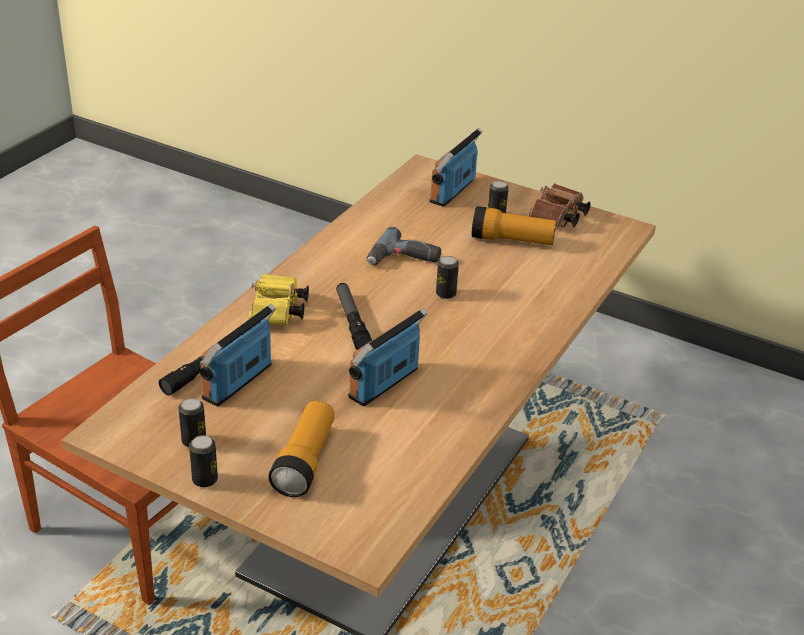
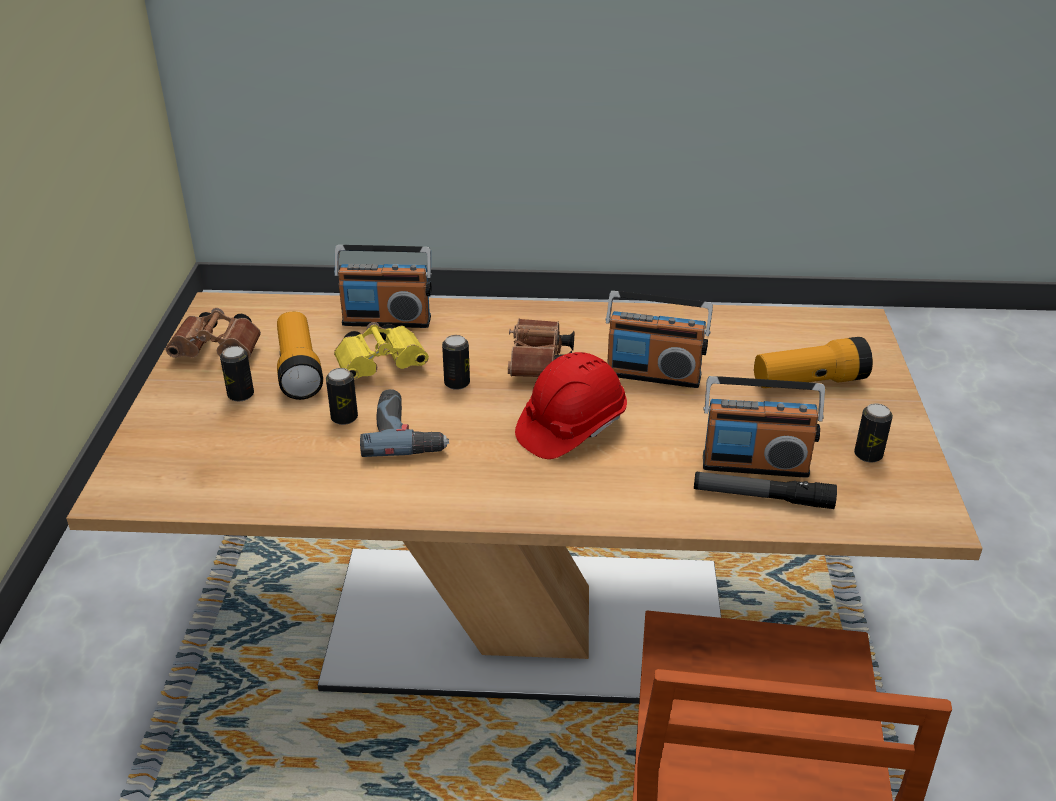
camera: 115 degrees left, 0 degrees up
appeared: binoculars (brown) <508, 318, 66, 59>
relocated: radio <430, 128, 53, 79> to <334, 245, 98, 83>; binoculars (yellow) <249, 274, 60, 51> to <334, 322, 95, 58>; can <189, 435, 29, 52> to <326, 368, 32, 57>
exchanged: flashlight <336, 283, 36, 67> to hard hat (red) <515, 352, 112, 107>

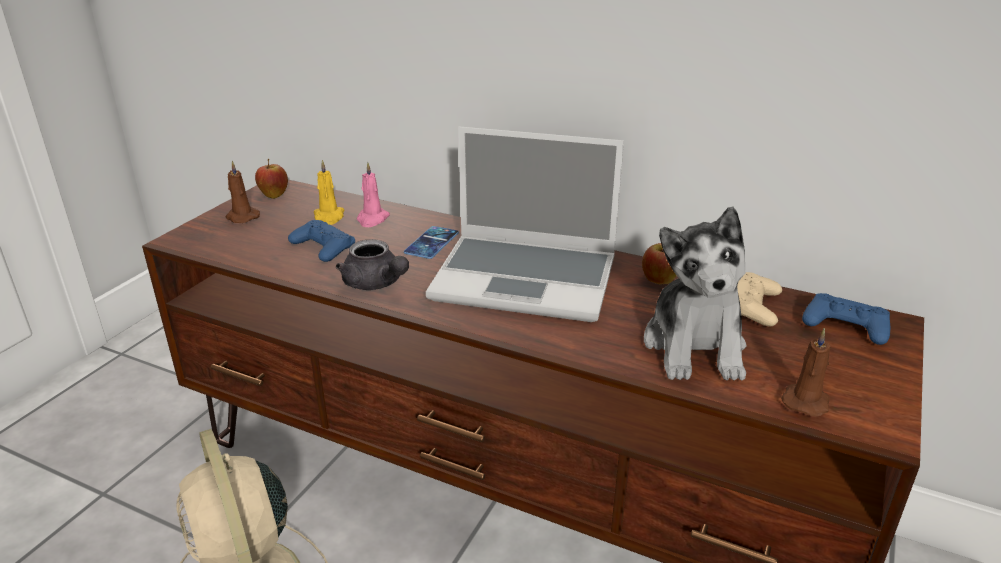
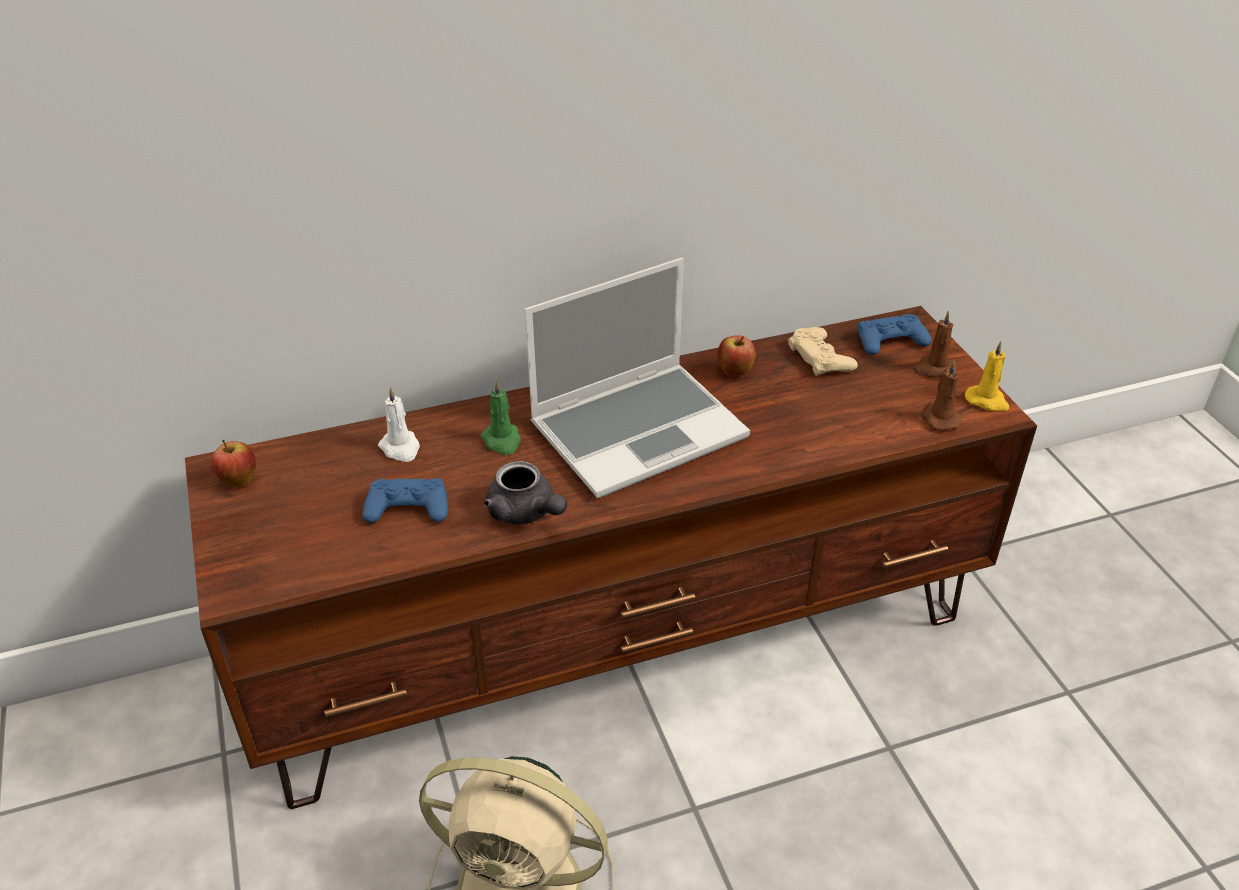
camera: 45 degrees left, 10 degrees up
missing: plush toy <644, 206, 103, 175>
relocated: candle (yellow) <314, 160, 31, 65> to <965, 341, 44, 70>; candle (brown) <226, 161, 34, 62> to <913, 311, 44, 67>
exchanged: phone <404, 226, 55, 33> to candle (green) <481, 380, 40, 75>
colour: candle (pink) <357, 162, 33, 65> to candle (white) <378, 387, 42, 75>
spun: teapot (grey) <336, 239, 73, 51> = <483, 461, 84, 64> 45 degrees clockwise

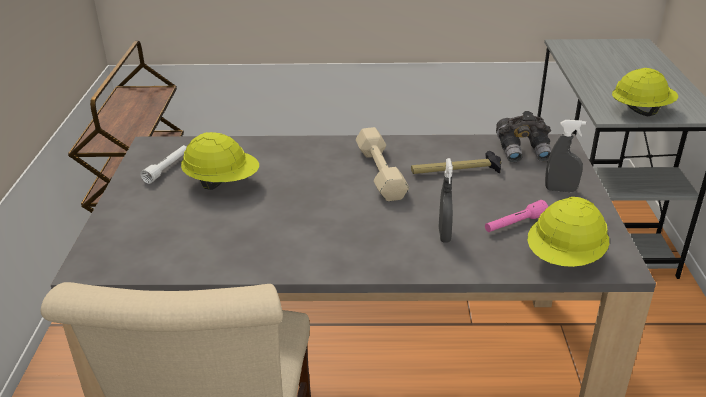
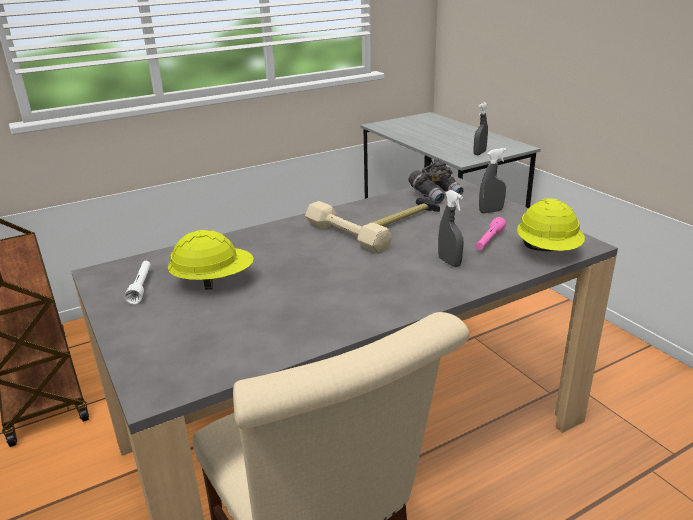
camera: 30 degrees left, 5 degrees down
exchanged: hard hat (yellow) <612, 68, 66, 48> to spray bottle (grey) <473, 102, 15, 53>

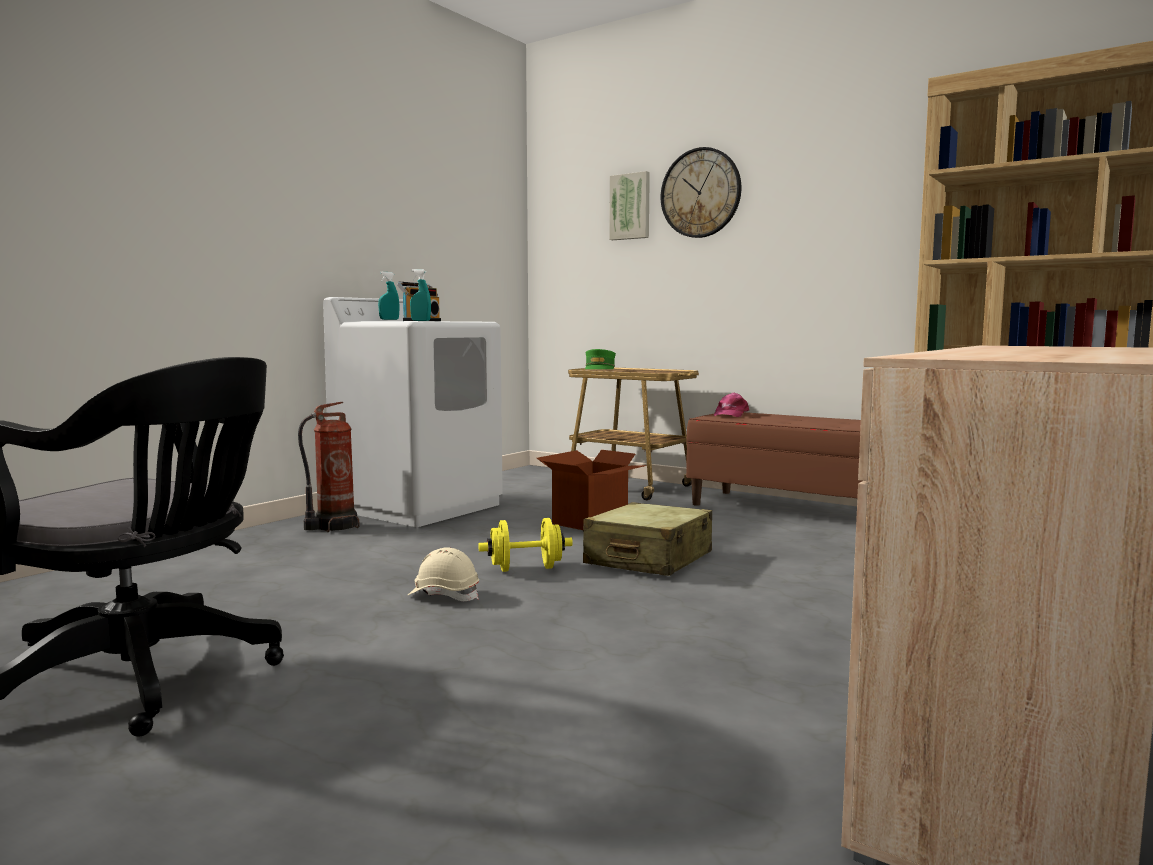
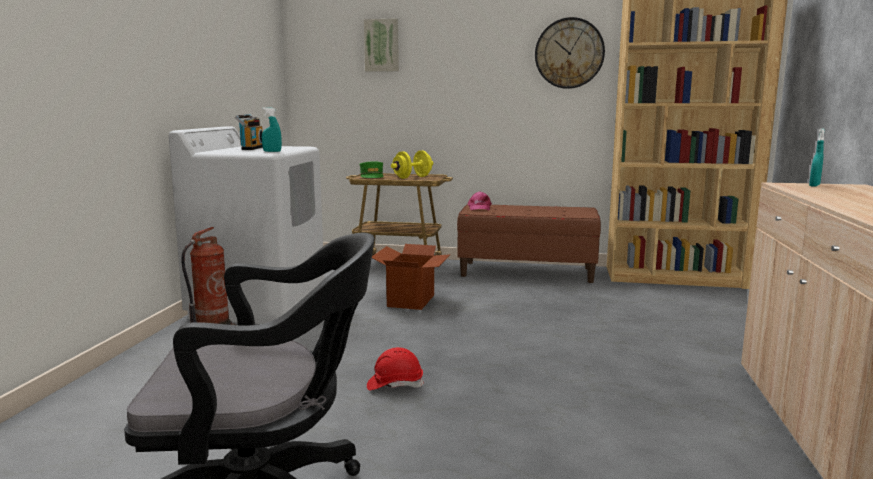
camera: 25 degrees left, 5 degrees up
missing: suitcase (beige) <583, 502, 129, 74>
relocated: wall clock <661, 147, 80, 91> to <535, 17, 70, 72>; spray bottle (turquoise) <378, 272, 22, 48> to <809, 128, 16, 59>; dumbbell (yellow) <478, 518, 95, 54> to <391, 150, 42, 29>
colour: hard hat (beige) <408, 547, 71, 54> to hard hat (red) <367, 347, 56, 43>

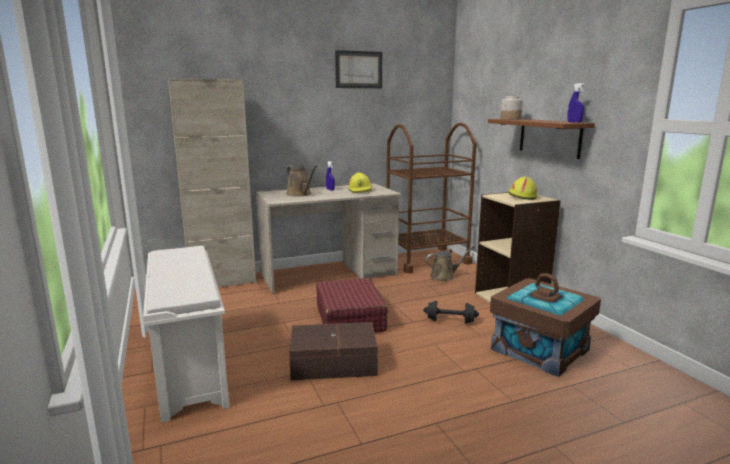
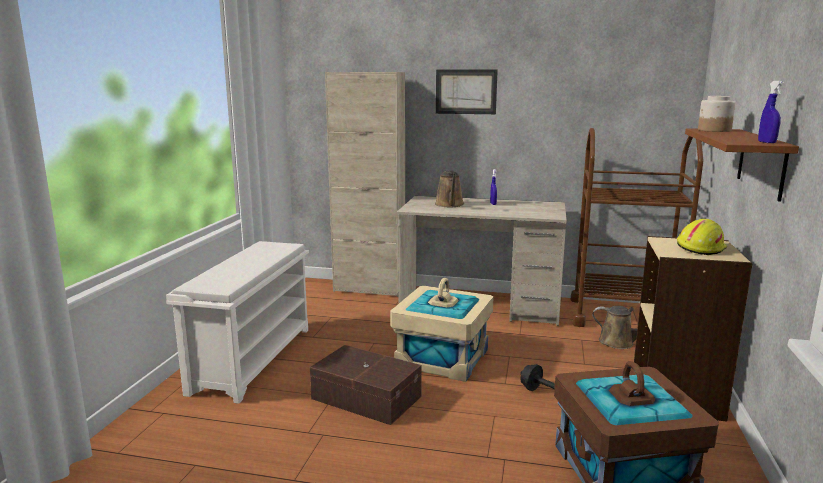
camera: 35 degrees right, 0 degrees up
missing: hard hat (yellow) <348, 173, 24, 20>
relocated: picture <335, 50, 47, 38> to <436, 69, 62, 45>
exchanged: suitcase (red) <316, 278, 72, 54> to storage box (beige) <390, 278, 103, 104>

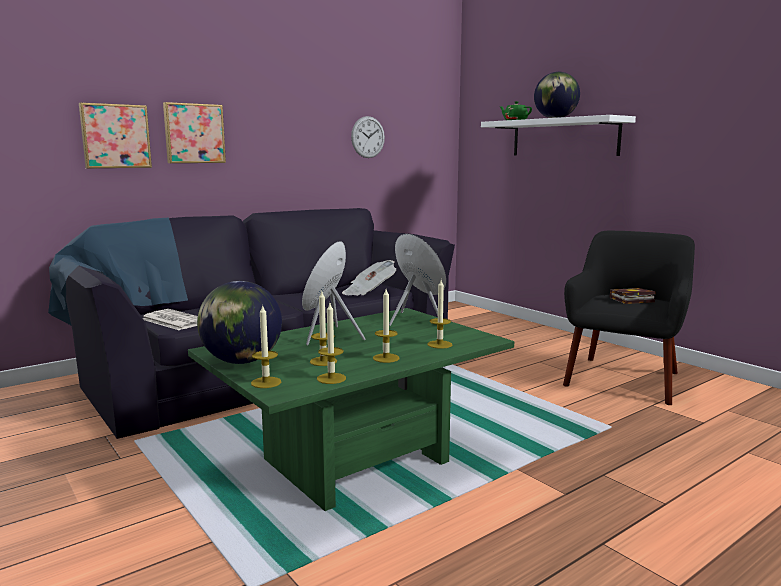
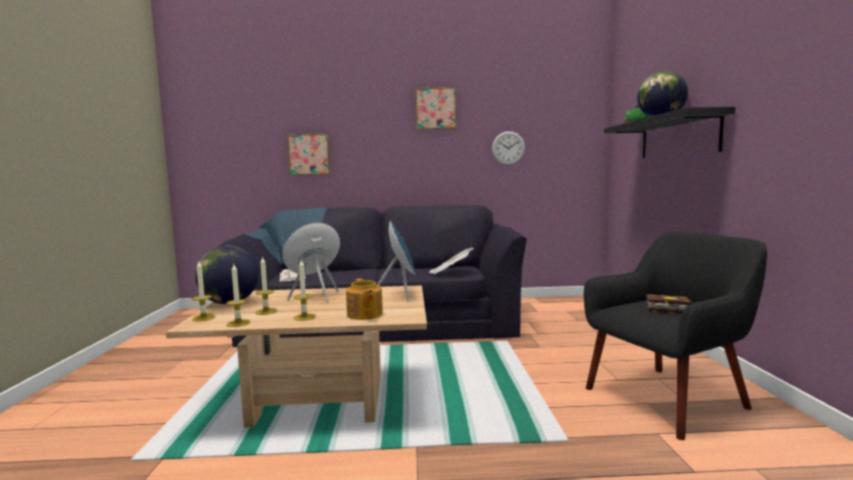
camera: 35 degrees right, 5 degrees down
relocated: picture <163, 102, 63, 61> to <415, 87, 41, 43>
exchanged: candle <427, 280, 25, 69> to teapot <346, 278, 37, 42>
colour: shelf (white) <481, 115, 155, 41> to shelf (black) <604, 107, 132, 51>; coffee table (green) <188, 308, 326, 203> to coffee table (beige) <166, 285, 261, 143>

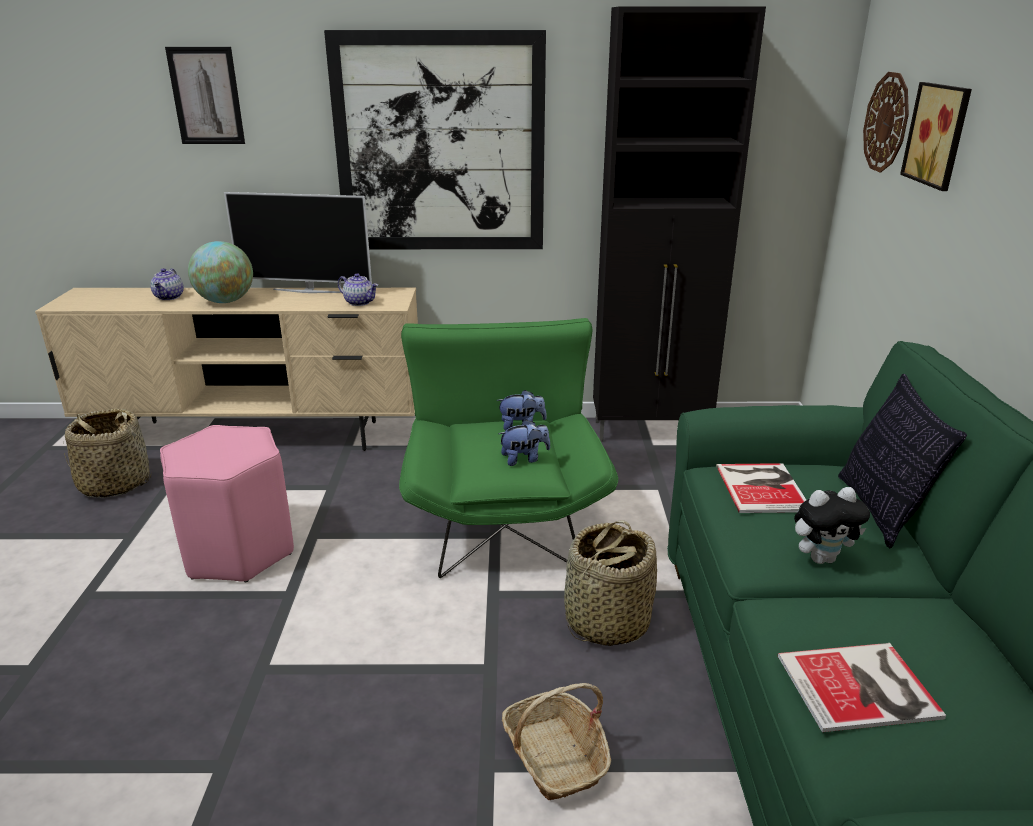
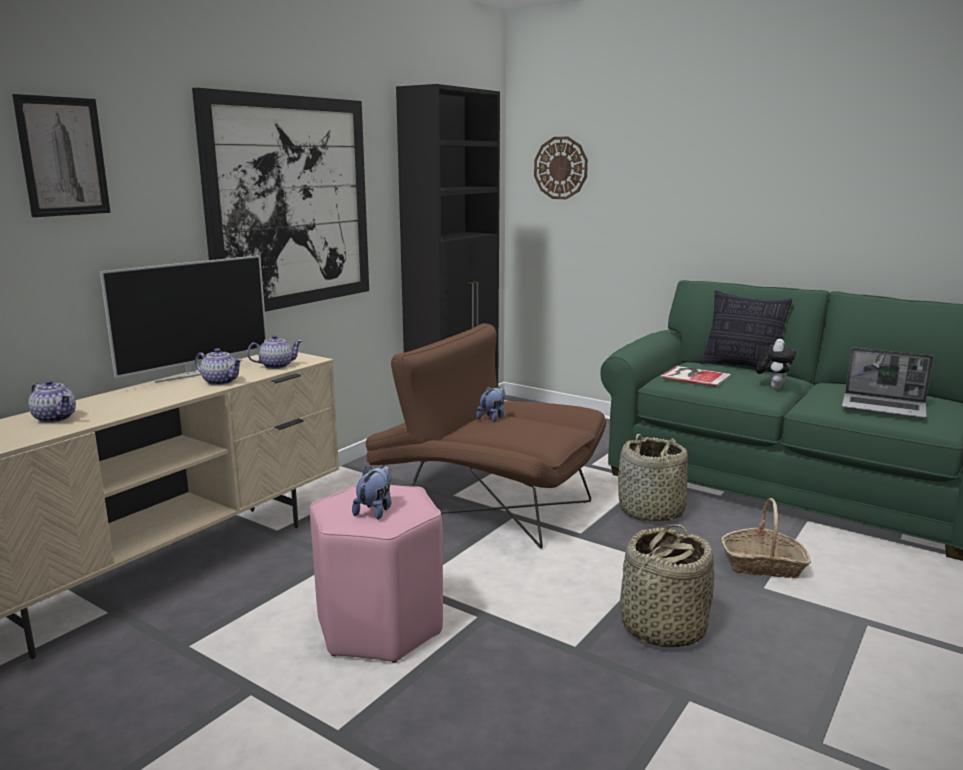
camera: 55 degrees left, 10 degrees down
missing: picture <900, 82, 72, 109>; globe <188, 241, 65, 62>
appeared: teapot <195, 348, 47, 37>
relocated: basket <63, 408, 88, 90> to <620, 524, 94, 123>; plush toy <499, 419, 51, 47> to <352, 465, 39, 55>
exchanged: book <778, 643, 168, 89> to laptop <842, 347, 91, 71>
colour: armchair (green) <399, 318, 219, 260> to armchair (brown) <366, 323, 240, 226>

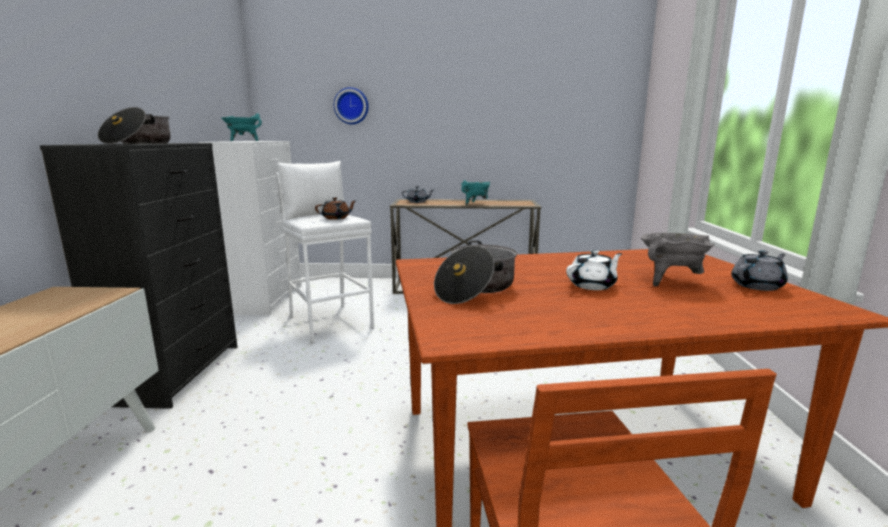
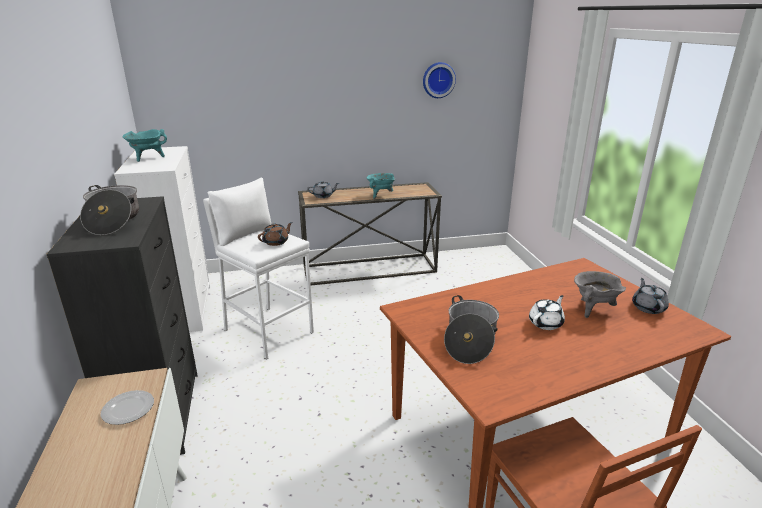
camera: 15 degrees left, 10 degrees up
appeared: plate <100, 390, 54, 35>
relocated: wall clock <334, 87, 34, 37> to <423, 62, 33, 36>
spun: teapot (grey) <731, 250, 57, 41> = <632, 278, 37, 36> 45 degrees counterclockwise

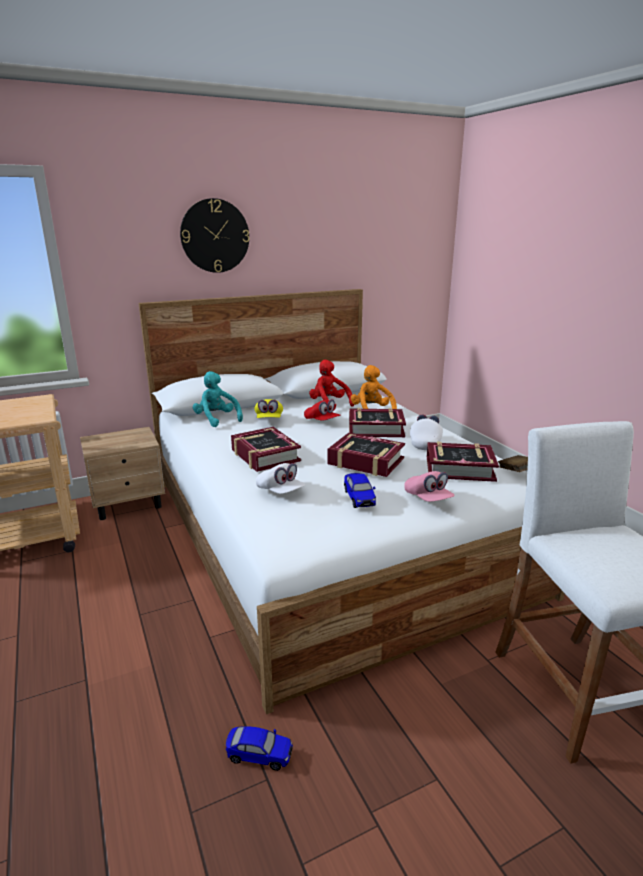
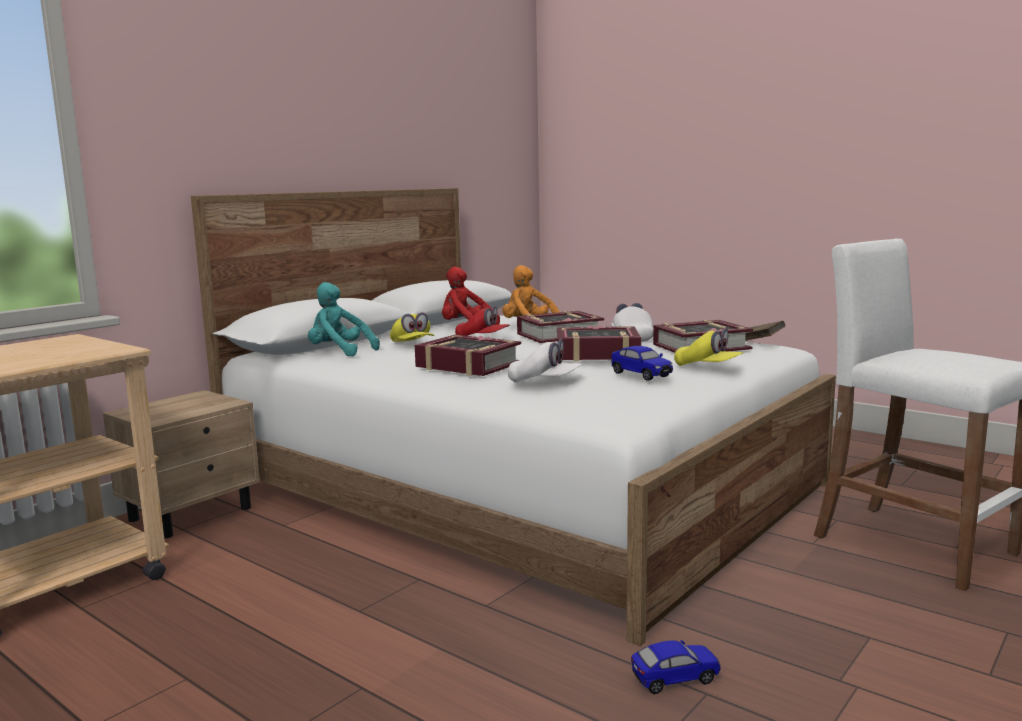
camera: 25 degrees left, 10 degrees down
missing: wall clock <180, 198, 70, 75>
colour: cap (pink) <404, 471, 51, 31> to cap (yellow) <674, 328, 69, 38>

